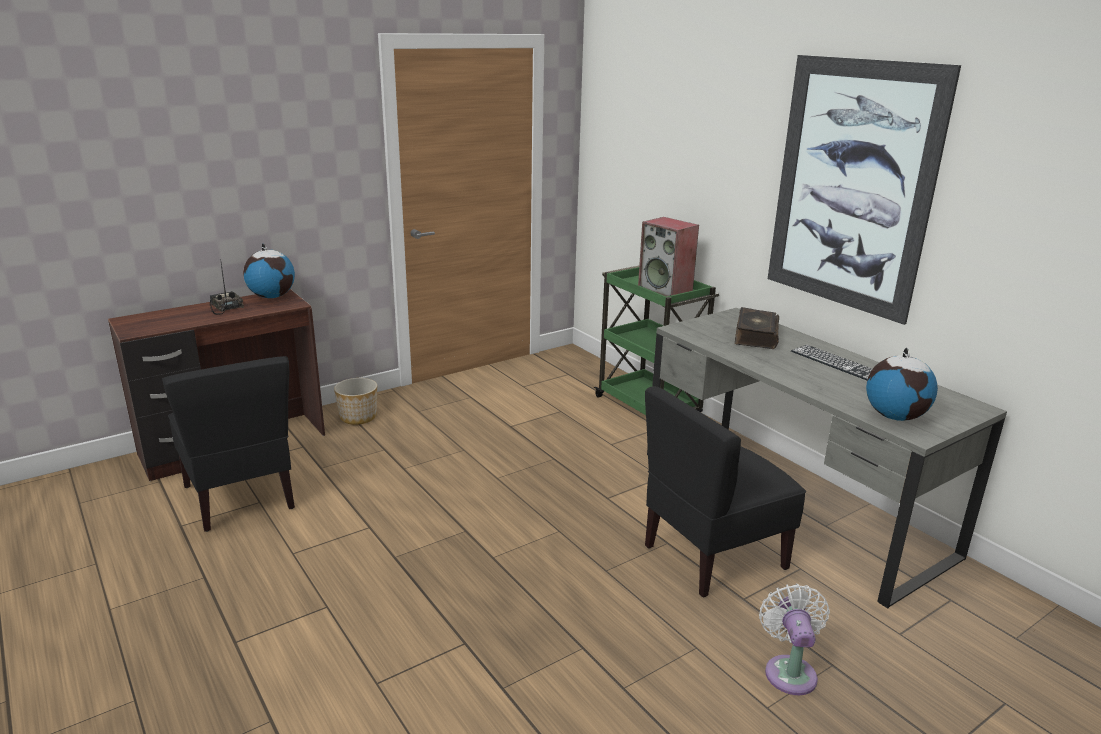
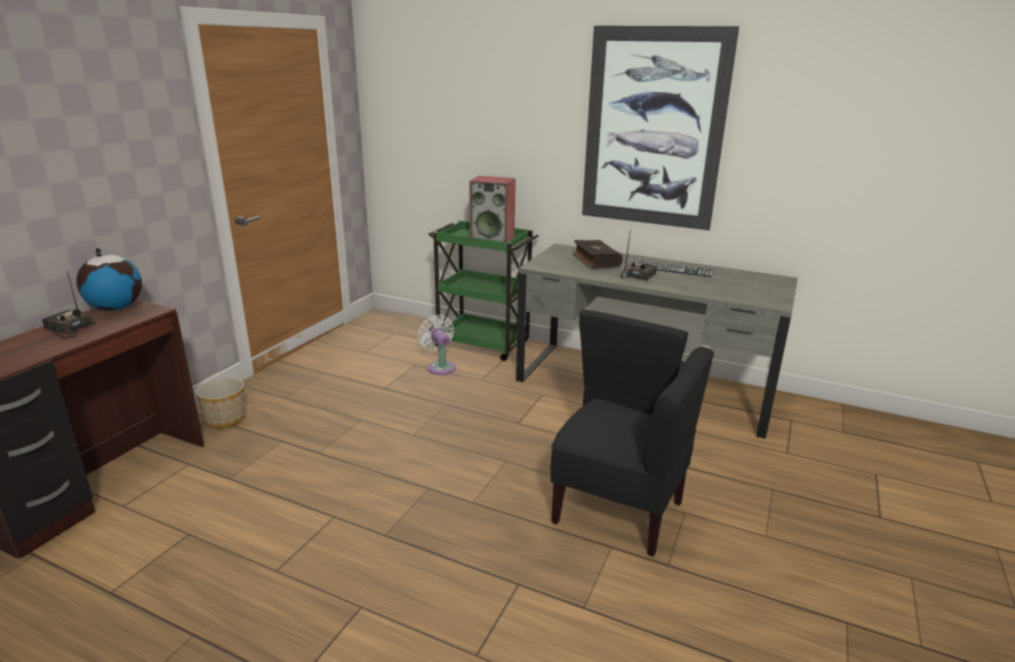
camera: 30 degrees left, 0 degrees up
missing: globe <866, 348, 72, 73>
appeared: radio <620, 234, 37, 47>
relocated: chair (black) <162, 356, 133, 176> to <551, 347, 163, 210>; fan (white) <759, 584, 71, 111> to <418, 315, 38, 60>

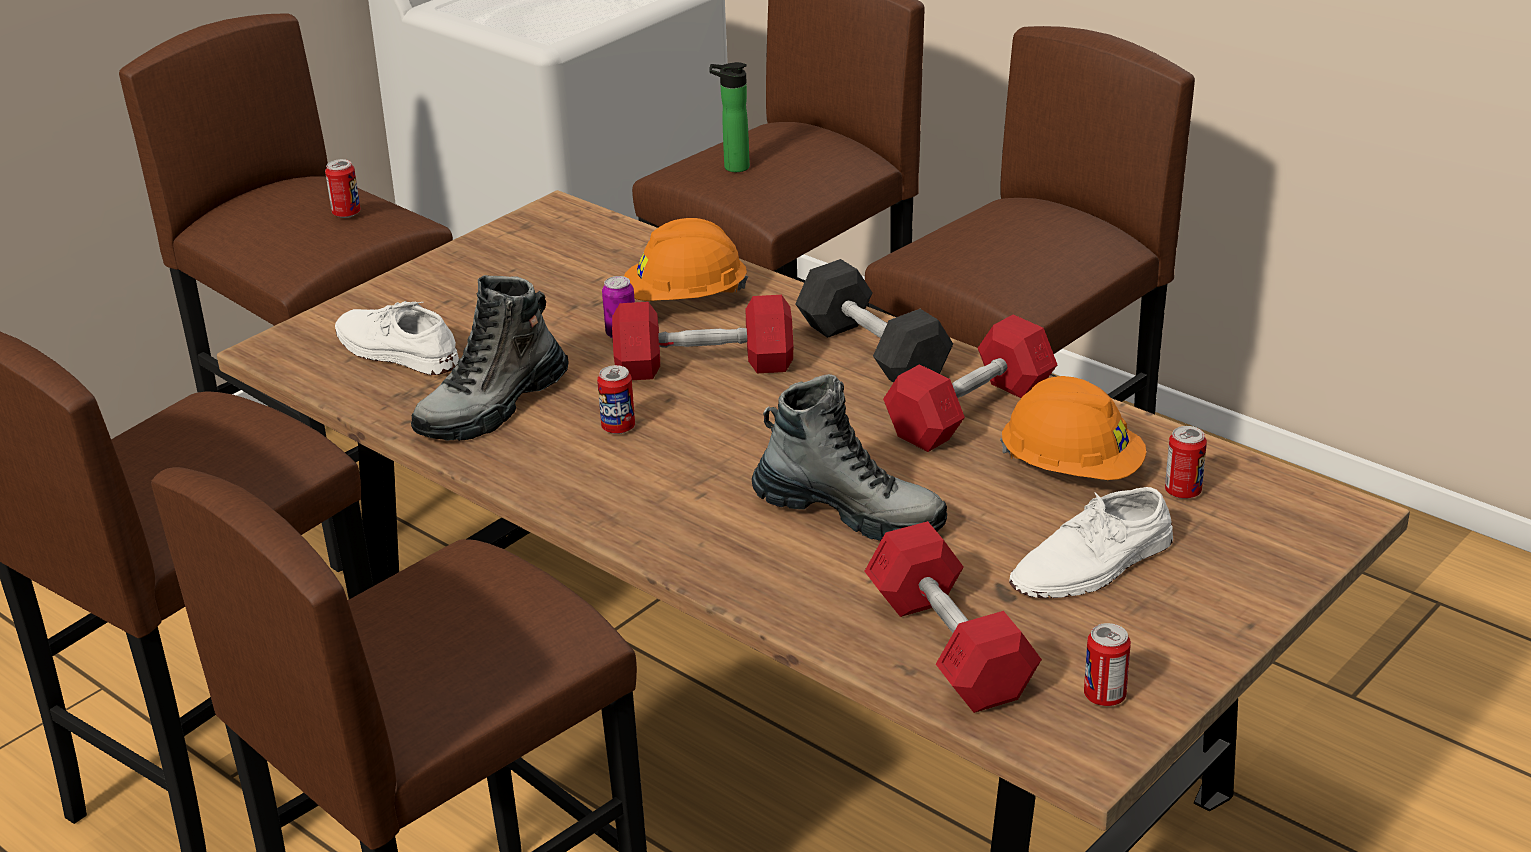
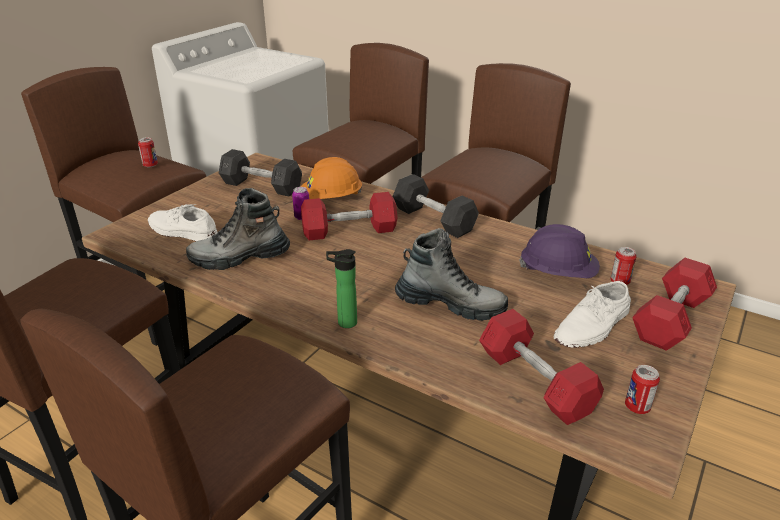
camera: 10 degrees left, 0 degrees up
missing: can <597, 365, 38, 69>
appeared: dumbbell (grey) <219, 149, 83, 47>
relocated: bottle <709, 62, 41, 110> to <326, 249, 31, 79>; dumbbell (red) <883, 315, 174, 137> to <632, 258, 85, 93>
colour: hard hat (orange) <1000, 376, 146, 104> to hard hat (purple) <519, 224, 81, 54>
spun: boot <411, 275, 158, 166> = <186, 188, 104, 82> 45 degrees clockwise

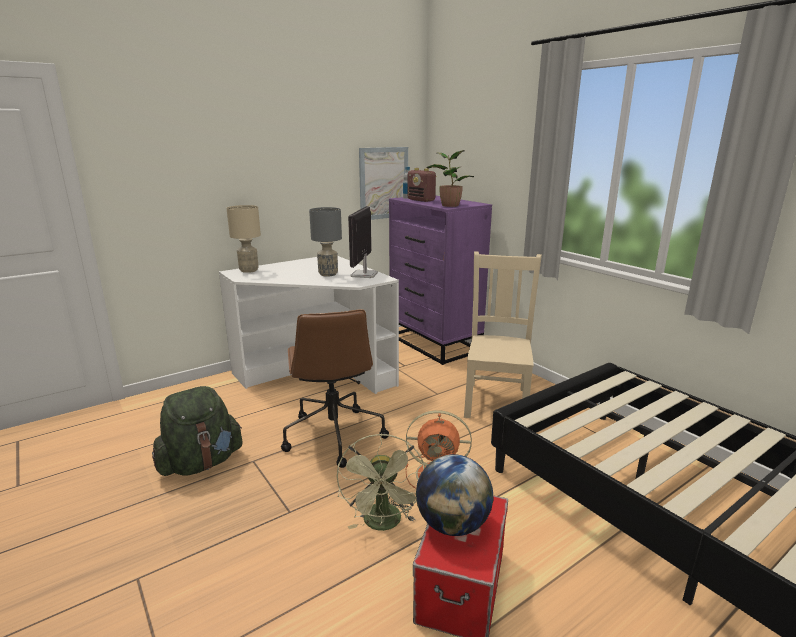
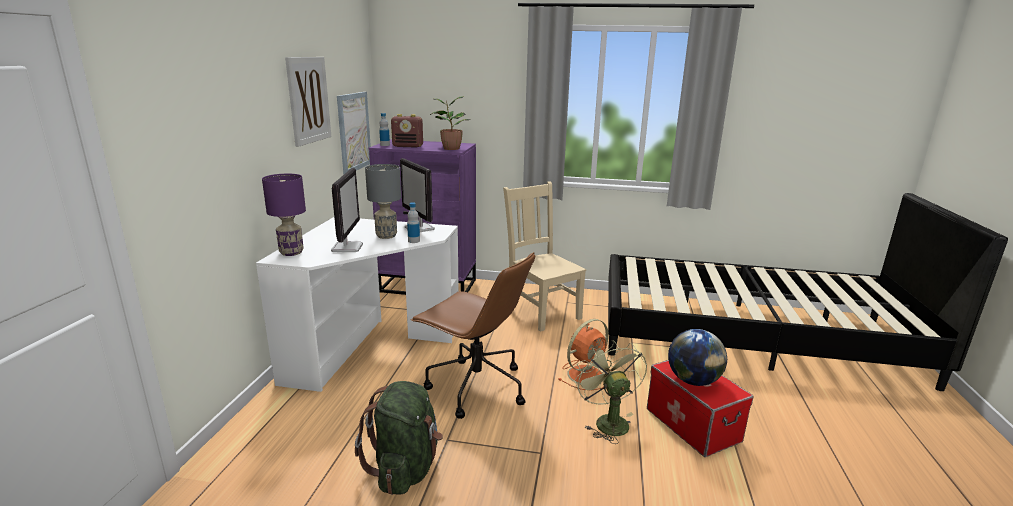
camera: 45 degrees left, 0 degrees up
appeared: picture <285, 57, 46, 90>; monitor <331, 168, 32, 84>; bottle <407, 202, 13, 41>
colour: table lamp (beige) <226, 205, 35, 68> to table lamp (purple) <262, 174, 44, 82>
spun: fan (green) <336, 433, 89, 98> = <574, 340, 73, 104> 150 degrees counterclockwise

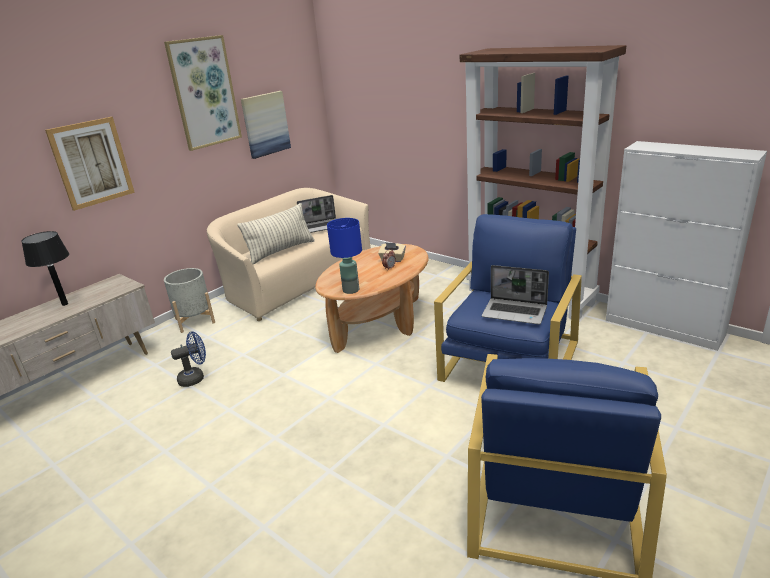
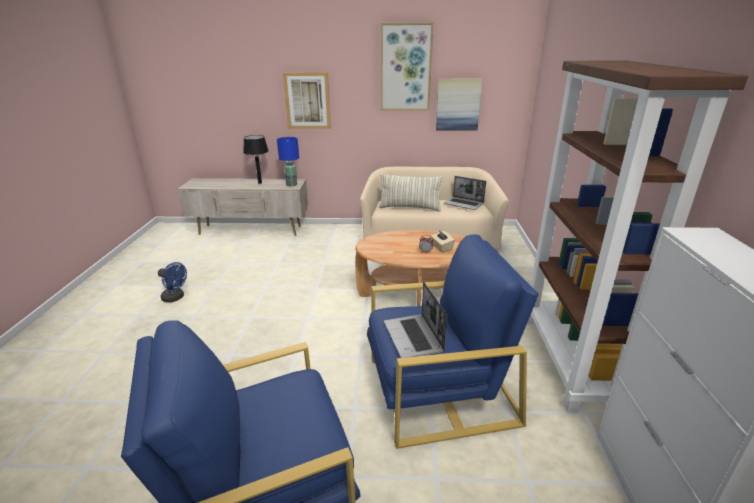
camera: 50 degrees right, 0 degrees up
missing: planter (grey) <164, 268, 51, 65>
relocated: table lamp (blue) <327, 218, 35, 76> to <277, 137, 22, 49>; fan (blue) <171, 331, 35, 56> to <158, 262, 29, 40>

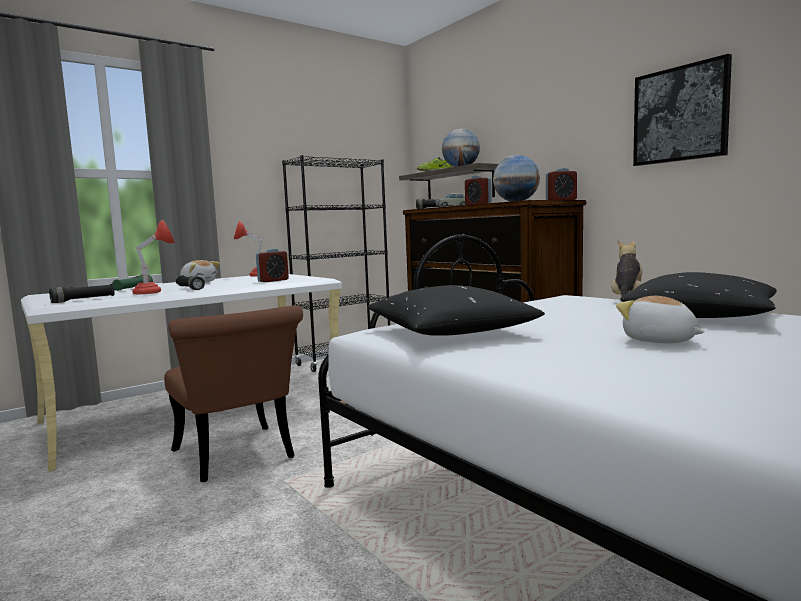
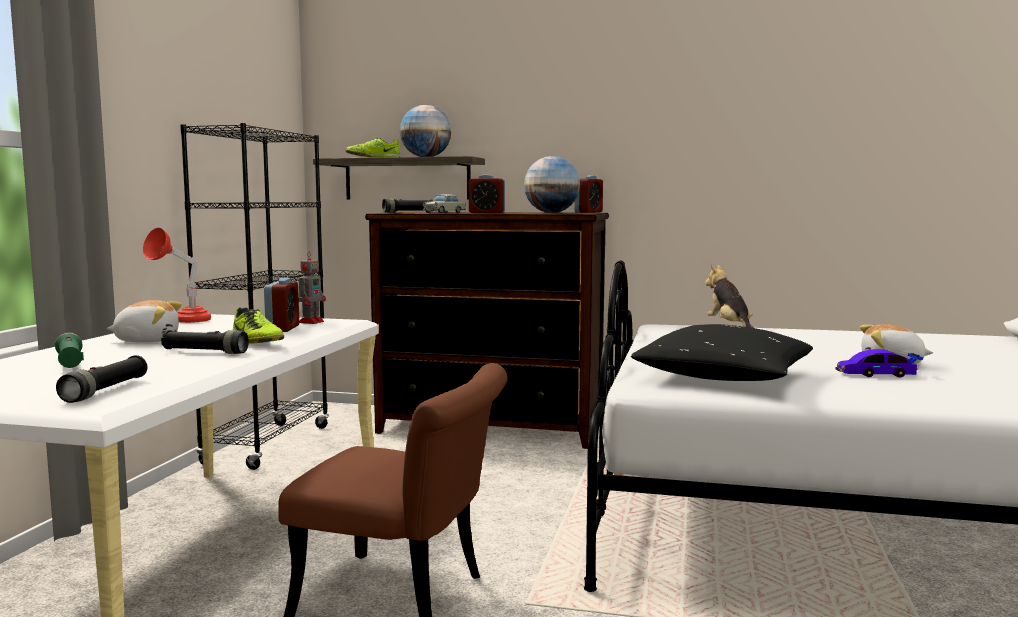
camera: 40 degrees left, 0 degrees up
missing: picture <633, 54, 99, 112>; table lamp (red) <132, 220, 43, 74>; pillow (black) <620, 272, 157, 46>
appeared: toy robot <299, 252, 27, 72>; shoe <233, 308, 51, 36>; toy car <835, 349, 88, 29>

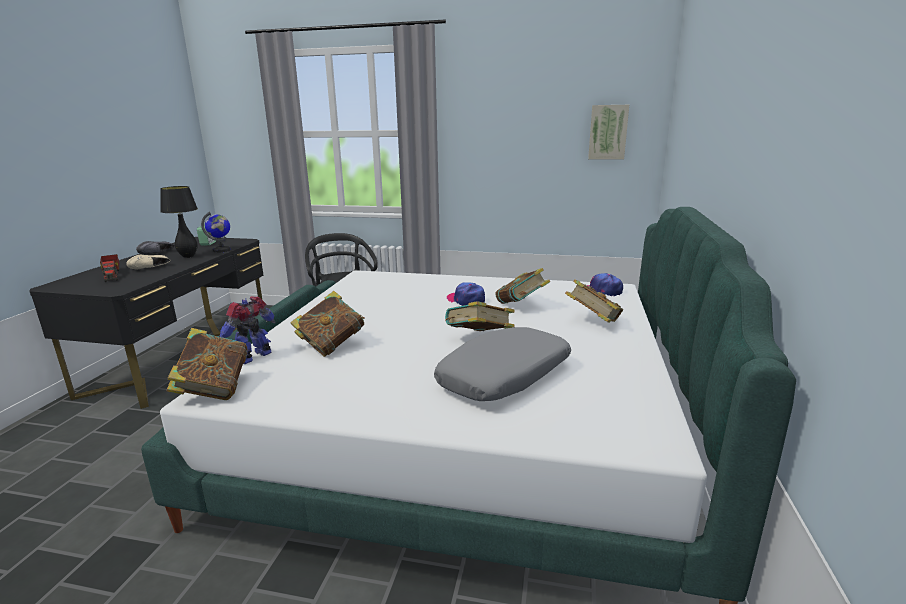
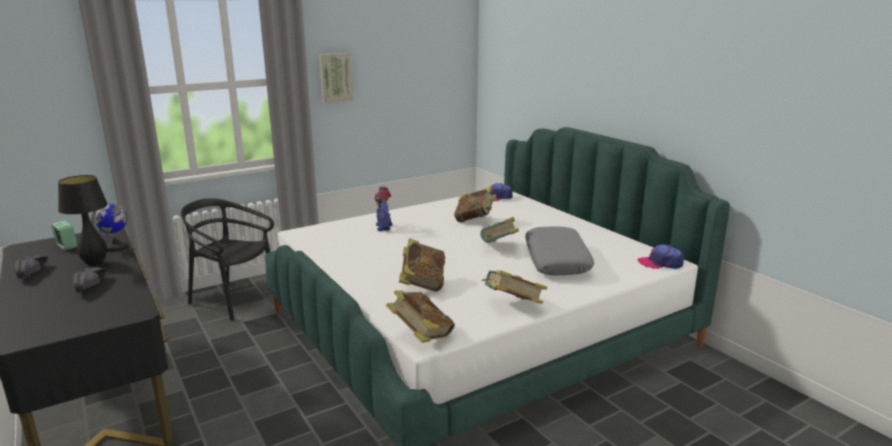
camera: 45 degrees left, 0 degrees up
missing: toy truck <100, 254, 20, 28>
relocated: picture <588, 105, 41, 54> to <319, 53, 35, 50>; book <565, 279, 58, 43> to <482, 270, 66, 34>; cap <446, 282, 39, 24> to <637, 244, 47, 25>; toy robot <220, 296, 55, 68> to <375, 186, 18, 45>
colour: shoe (beige) <126, 255, 44, 14> to shoe (black) <73, 267, 35, 26>

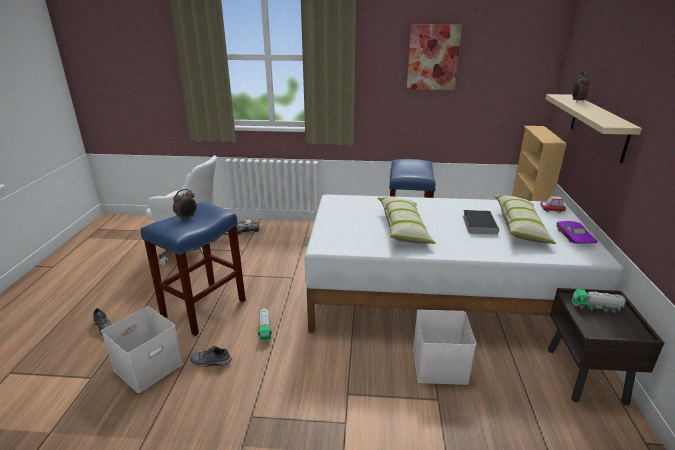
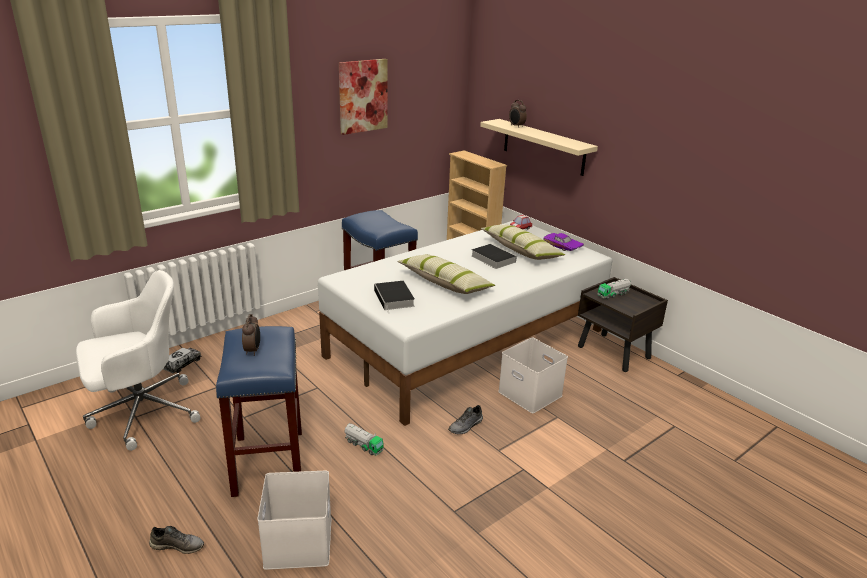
camera: 45 degrees left, 0 degrees up
appeared: book <374, 281, 41, 33>
relocated: shoe (grey) <190, 346, 41, 21> to <448, 405, 35, 29>

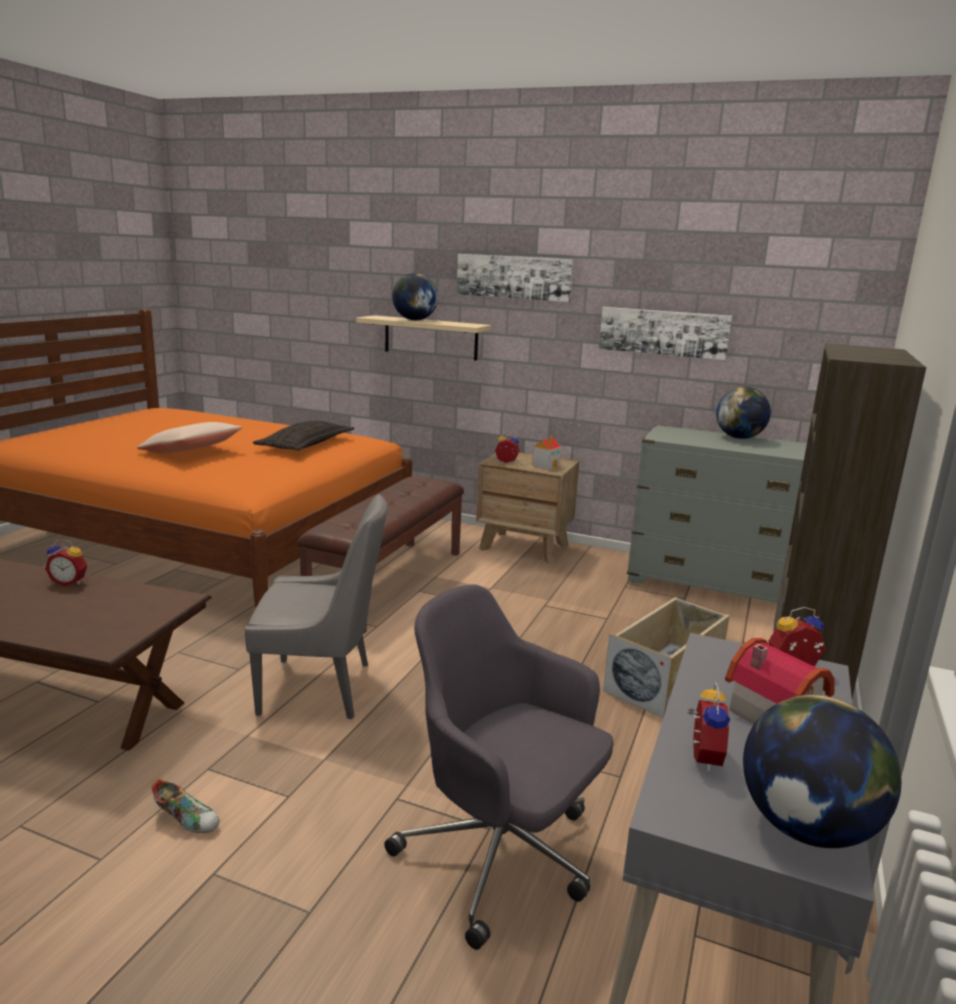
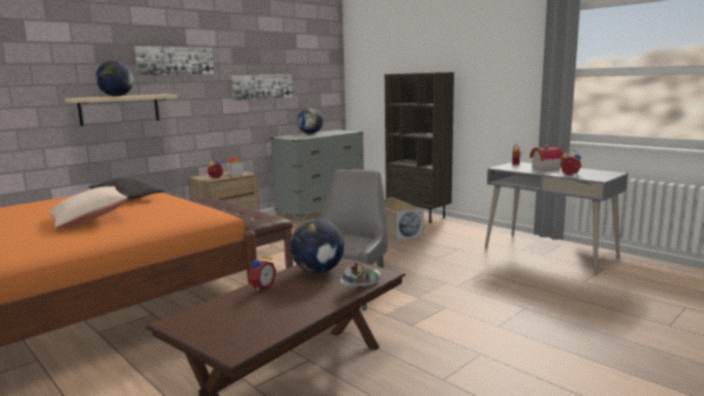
camera: 65 degrees left, 5 degrees down
missing: office chair (grey) <384, 585, 229, 365>
relocated: globe <743, 695, 159, 153> to <290, 219, 54, 54>; shoe <152, 779, 68, 54> to <340, 263, 41, 24>

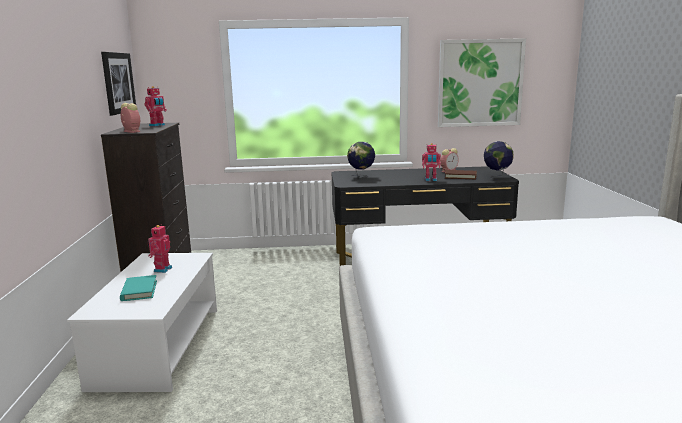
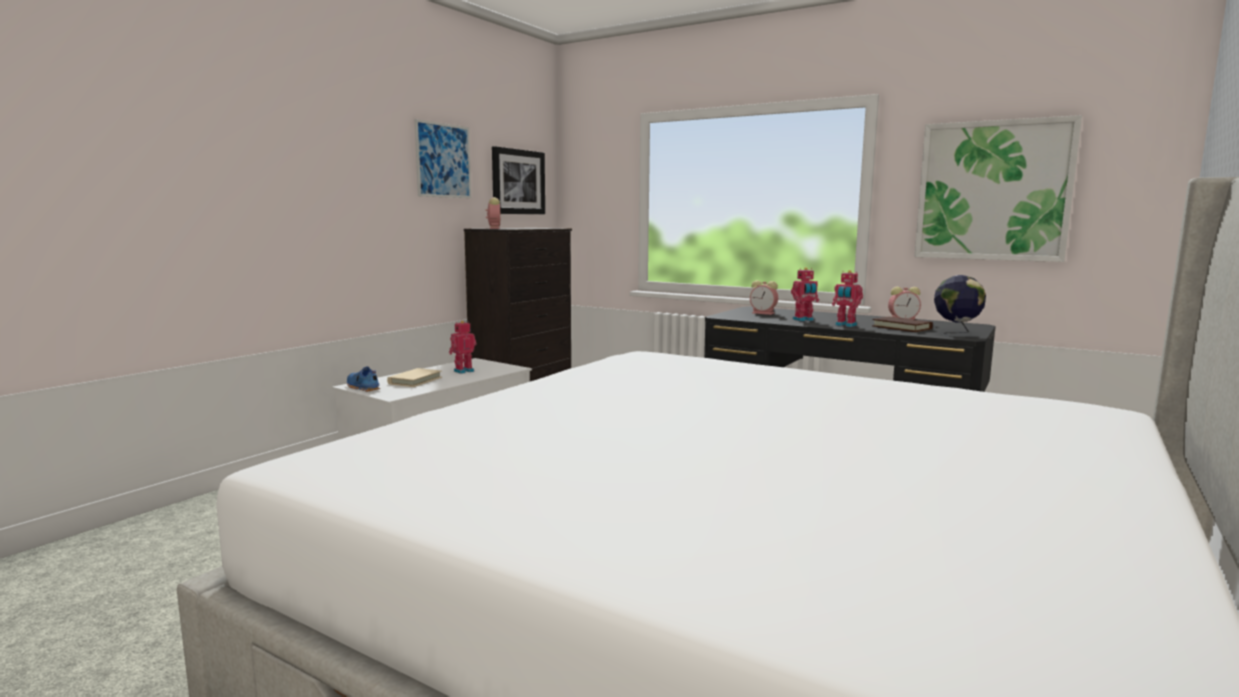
camera: 35 degrees right, 5 degrees down
appeared: picture <414, 119, 57, 79>; shoe (blue) <347, 366, 34, 26>
relocated: toy robot <144, 86, 23, 41> to <791, 267, 28, 54>
exchanged: globe <347, 142, 28, 36> to alarm clock <750, 280, 28, 35>
colour: book (turquoise) <120, 275, 37, 26> to book (beige) <387, 368, 55, 19>

